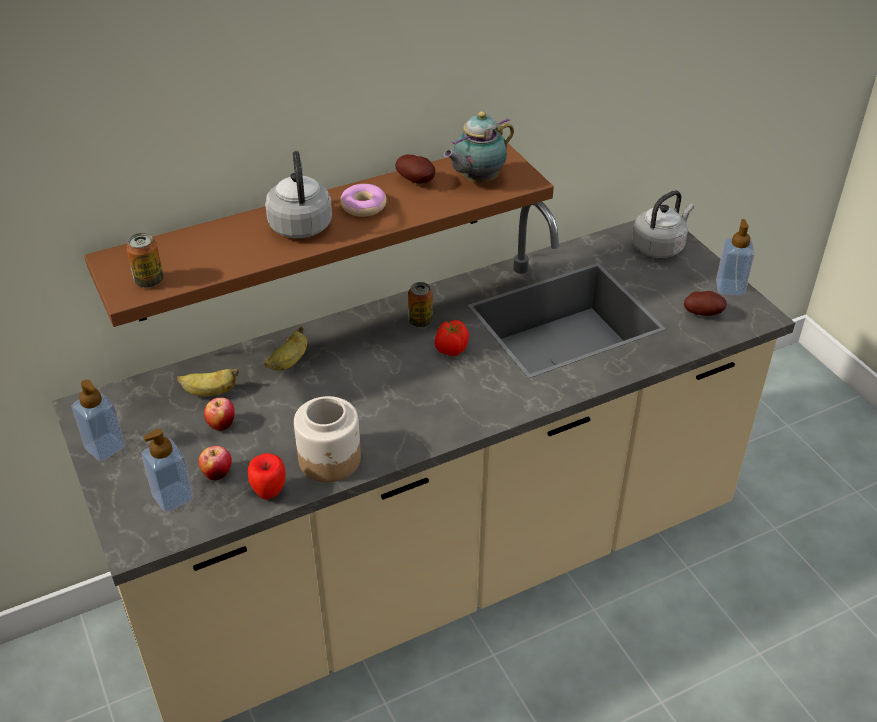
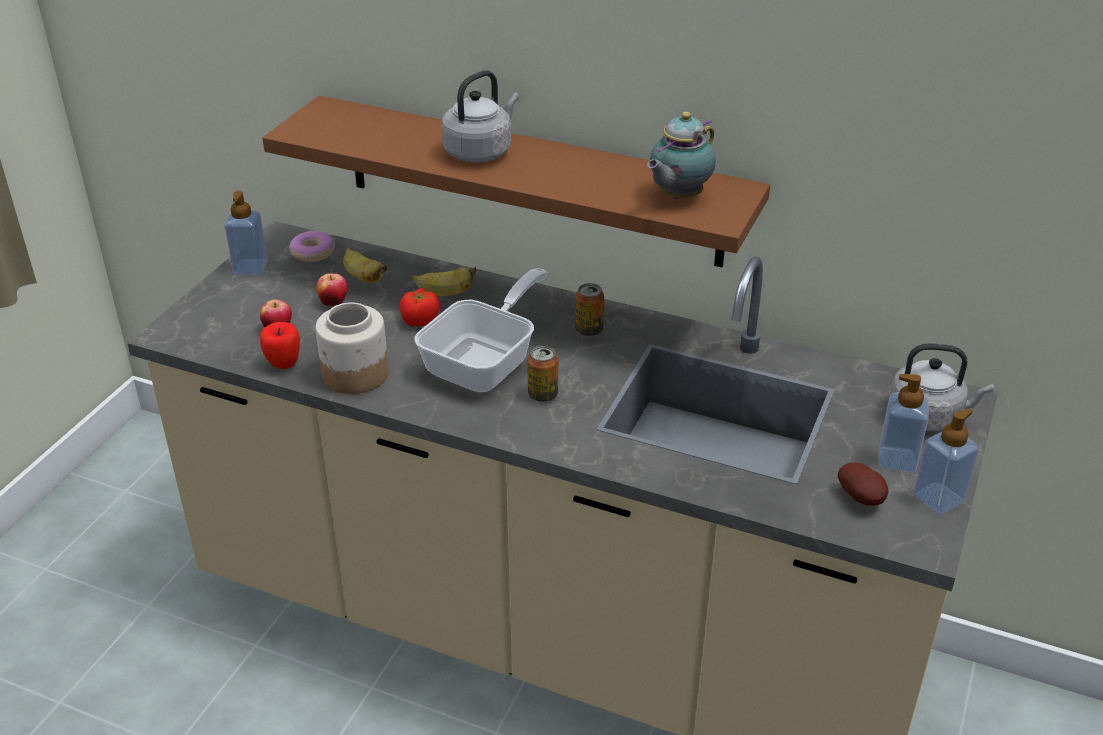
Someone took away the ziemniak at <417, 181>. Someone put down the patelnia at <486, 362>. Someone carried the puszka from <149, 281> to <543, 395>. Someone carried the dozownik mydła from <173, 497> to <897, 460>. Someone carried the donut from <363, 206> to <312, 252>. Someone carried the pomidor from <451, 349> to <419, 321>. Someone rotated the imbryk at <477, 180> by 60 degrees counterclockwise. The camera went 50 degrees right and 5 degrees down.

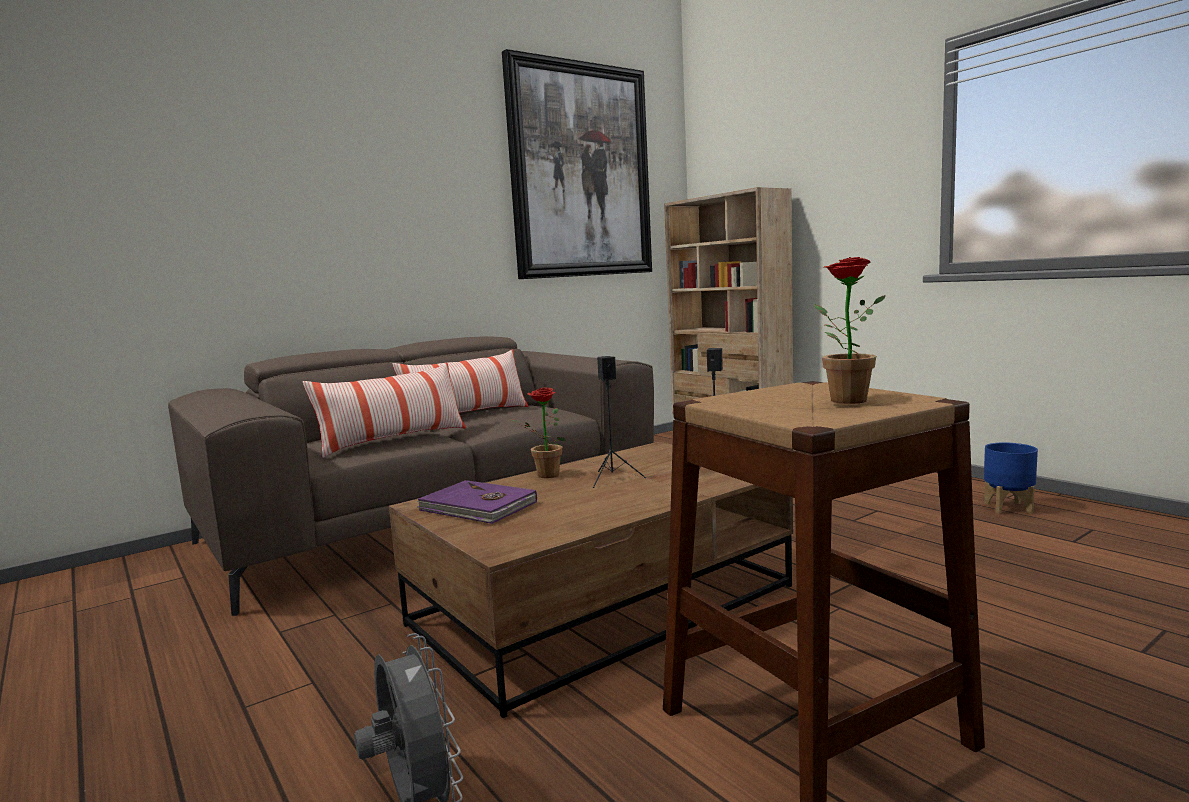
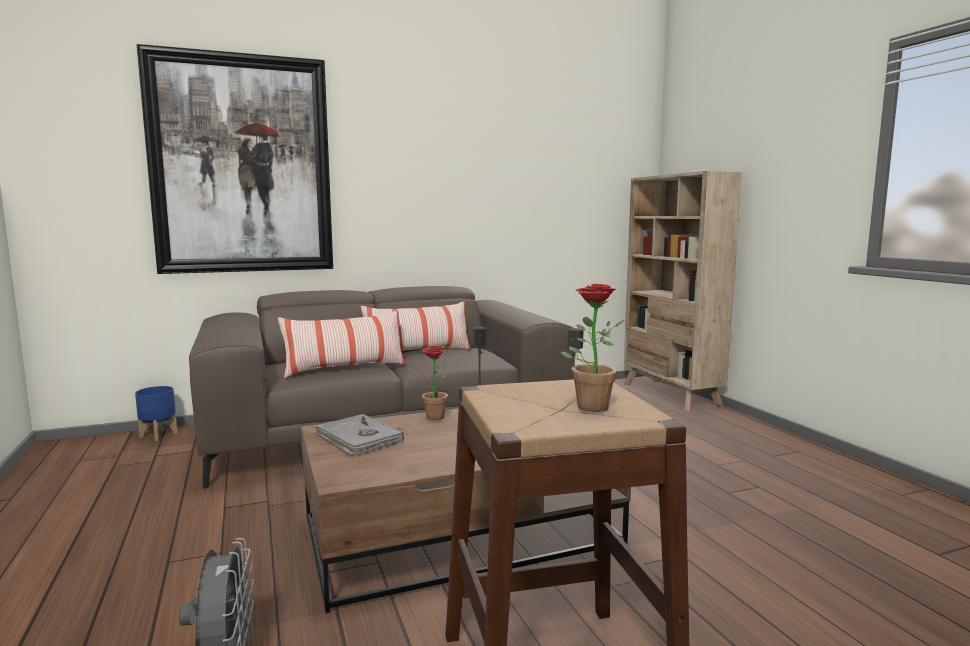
Someone carried the obraz from <581, 171> to <242, 165>. Someone carried the donica (niebieski) from <1007, 507> to <159, 435>. Someone repainted the książka (fioletowy) at <477, 507>, which became the książka (szary) at <358, 439>. The camera went 15 degrees right and 0 degrees up.

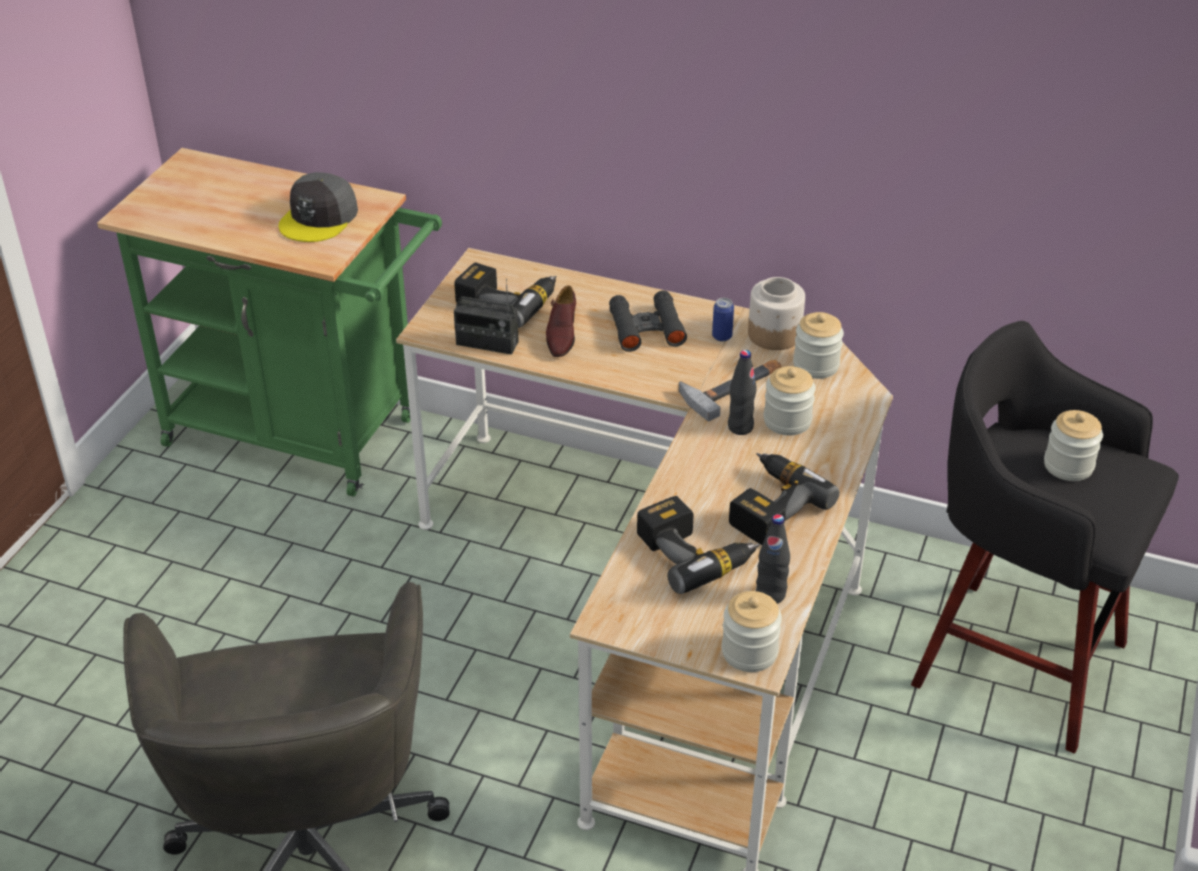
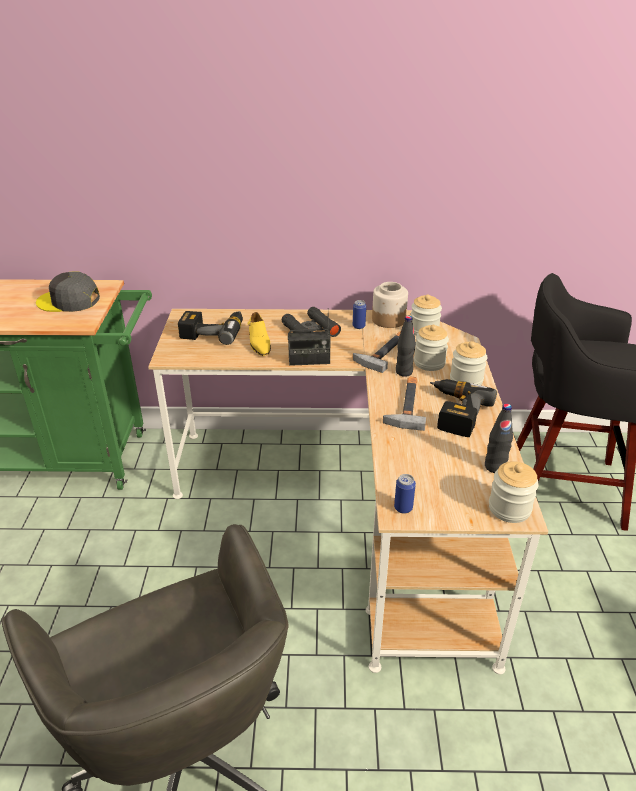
Someone took away the wiertarka at <695, 553>. Someone put down the młotek at <406, 404>. Someone put down the puszka at <403, 508>. Someone carried the radio from <487, 343> to <309, 360>. Someone carried the słoik from <1068, 466> to <466, 380>. Someone repainted the but (brązowy) at <561, 334>, which became the but (żółty) at <259, 343>. Someone rotated the czapka z daszkiem (szary) at <319, 218> by 90 degrees clockwise. The camera went 20 degrees left and 5 degrees down.

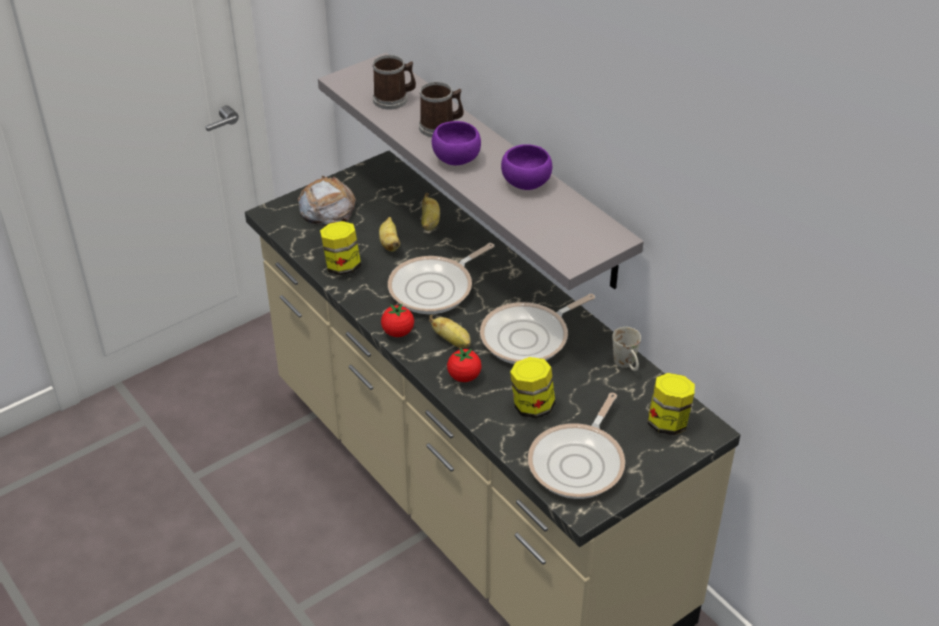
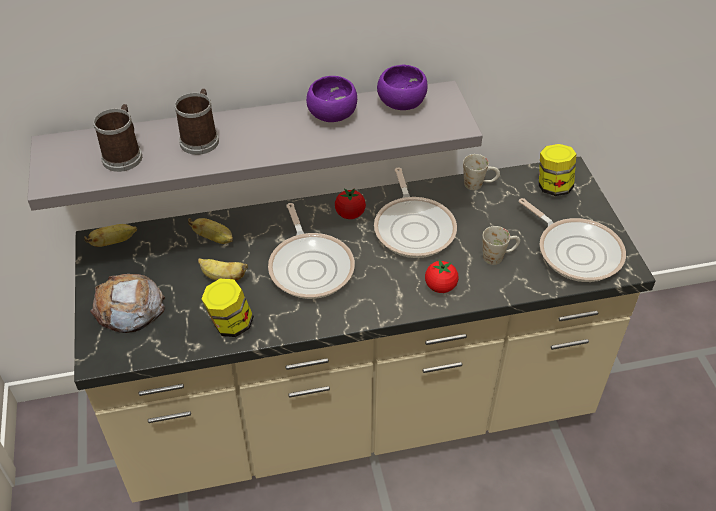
Someone carried the pomidor from <398, 332> to <350, 214>. Someone carried the banan from <452, 341> to <114, 242>. Someone carried the miska (fioletowy) from <455, 160> to <402, 104>. Someone swapped the słoik at <532, 406> for the kubek (biały) at <498, 256>. The camera went 65 degrees left and 5 degrees up.

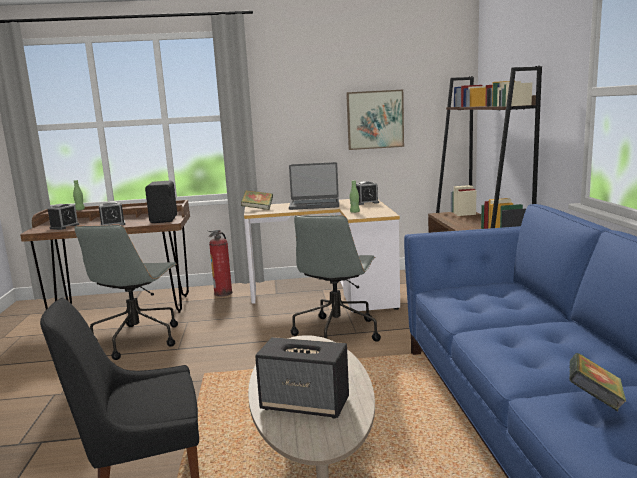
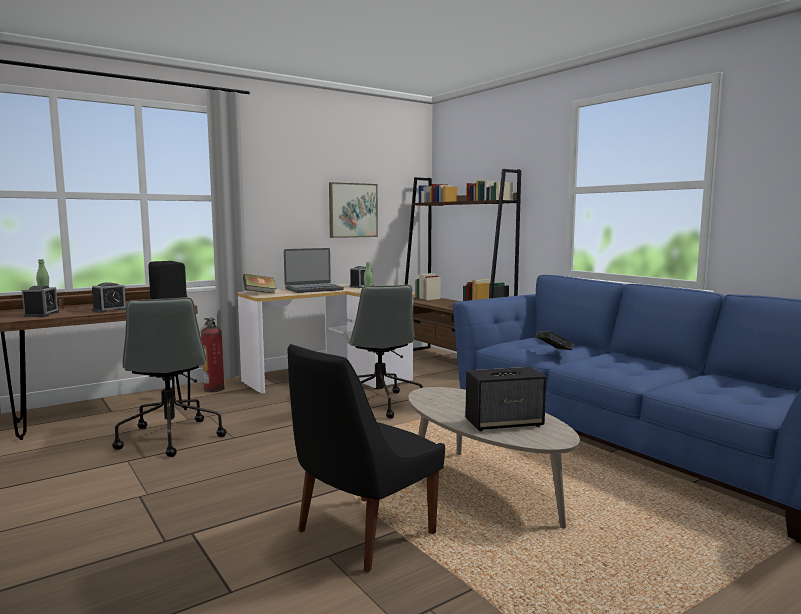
Someone carried the książka from <594, 401> to <554, 352>. The camera went 30 degrees left and 5 degrees down.

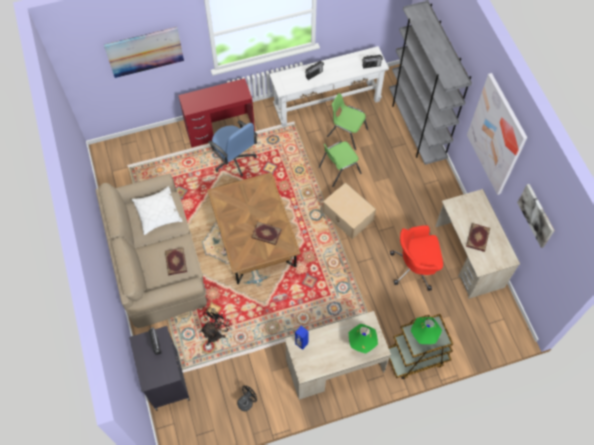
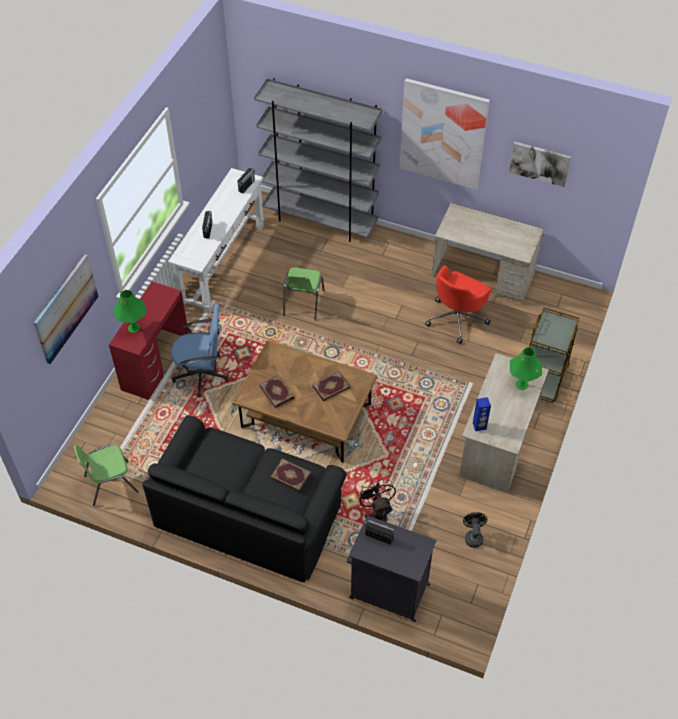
Someone took away the poduszka (biały) at <157, 213>. Someone took away the pojemnik do przechowywania (beżowy) at <348, 216>. Someone carried the krzesło (zielony) from <346, 133> to <110, 483>. Someone carried the lampa stołowa (zielony) from <422, 338> to <134, 328>. Someone carried the książka from <478, 238> to <277, 392>. Someone repainted the kanapa (beżowy) at <158, 260>, which became the kanapa (czarny) at <248, 513>. The camera went 50 degrees left and 10 degrees down.

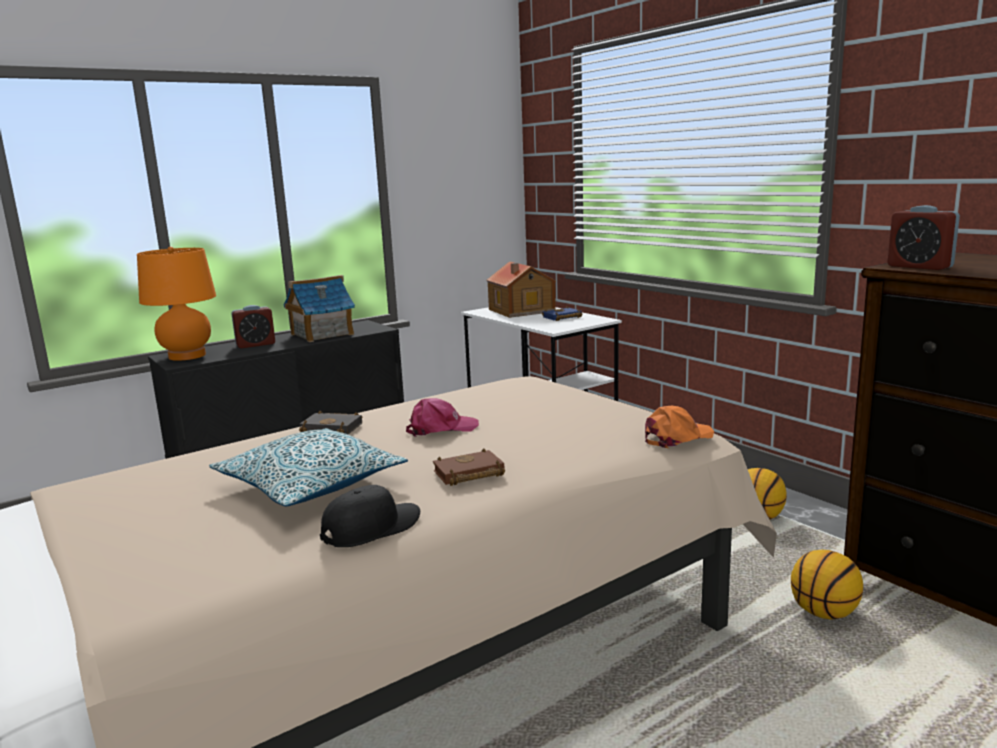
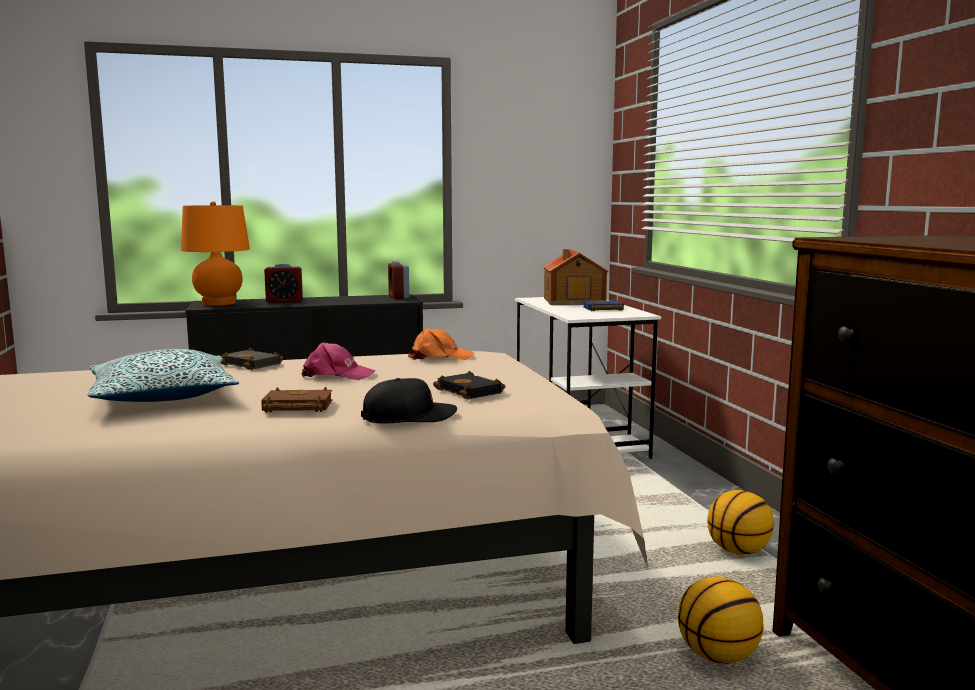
Someone took away the domek at <321, 334>. Someone put down the książka (czarny) at <472, 391>. Someone carried the czapka z daszkiem (czarny) from <371, 528> to <409, 417>. Someone carried the czapka z daszkiem (pomarańczowy) from <677, 437> to <440, 357>. Someone carried the budzik from <919, 267> to <398, 297>. The camera went 20 degrees right and 5 degrees down.

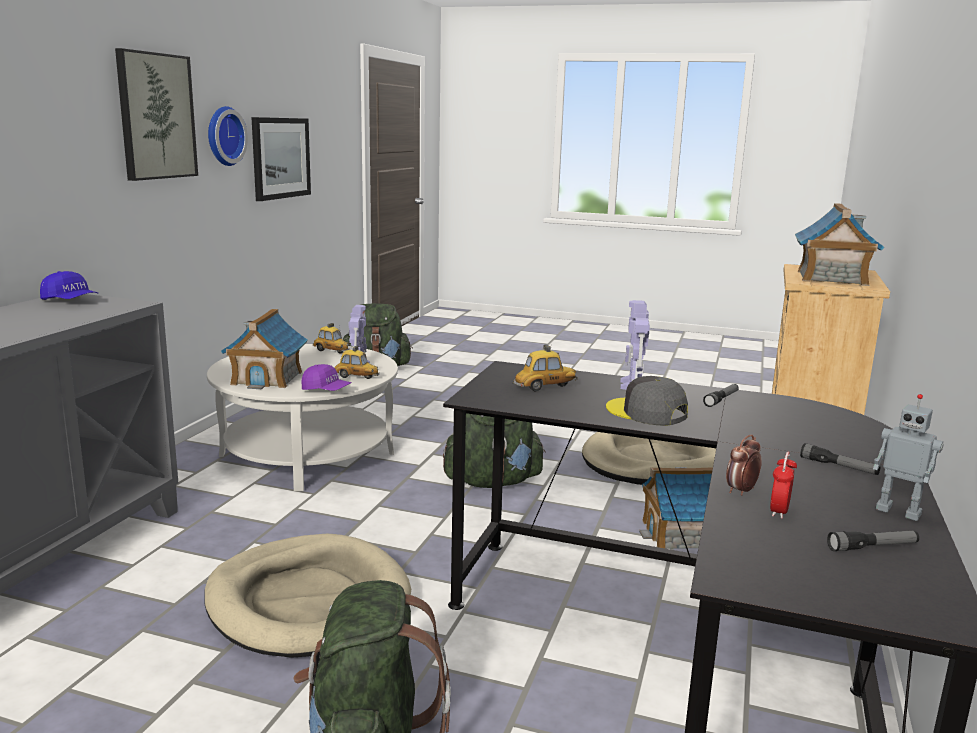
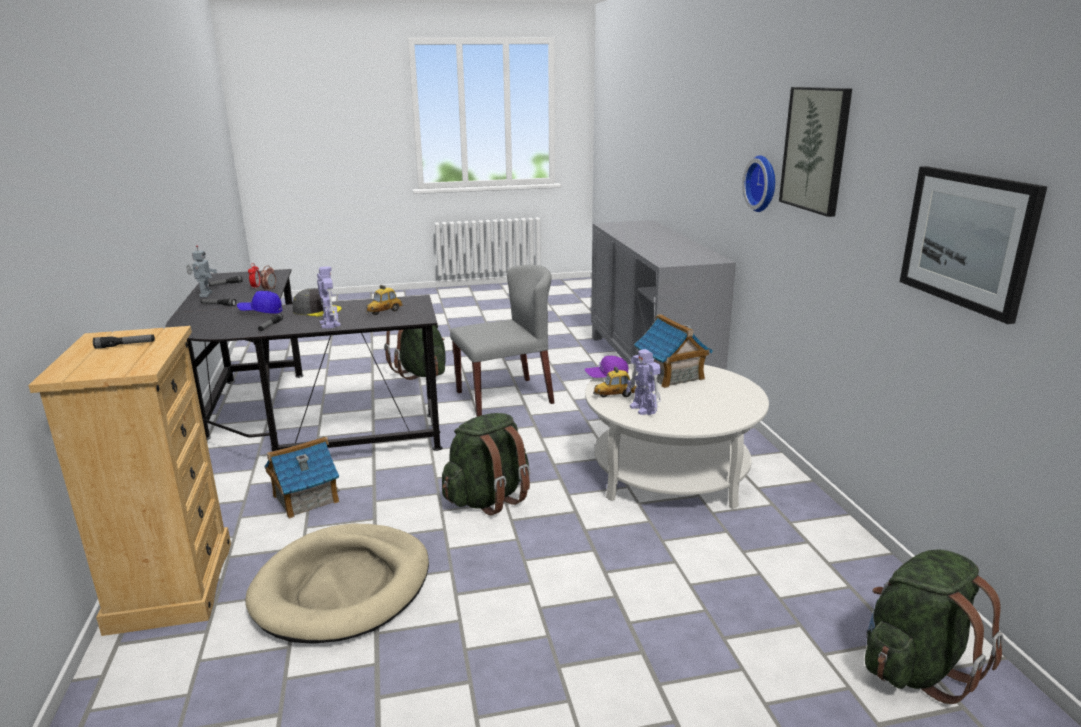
Someone took away the samochodzik at <331, 351>. Someone carried the czapka z daszkiem (niebieski) from <70, 301> to <261, 312>. Someone carried the zegar ścienny from <223, 136> to <763, 183>. Someone swapped the legowisko (beżowy) at <308, 601> for the krzesło (szary) at <505, 397>. Someone swapped the domek at <831, 278> for the latarka at <125, 345>. Someone rotated the robot zabawkowy at <899, 511> by 75 degrees clockwise. The camera went 150 degrees right and 5 degrees up.

